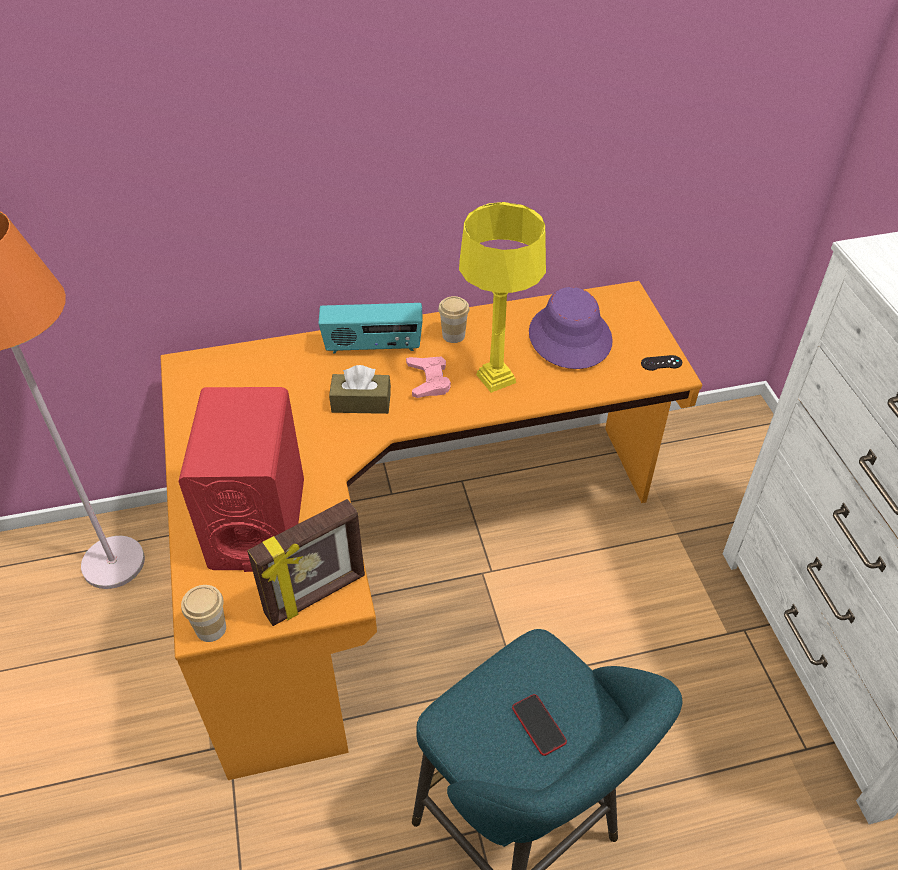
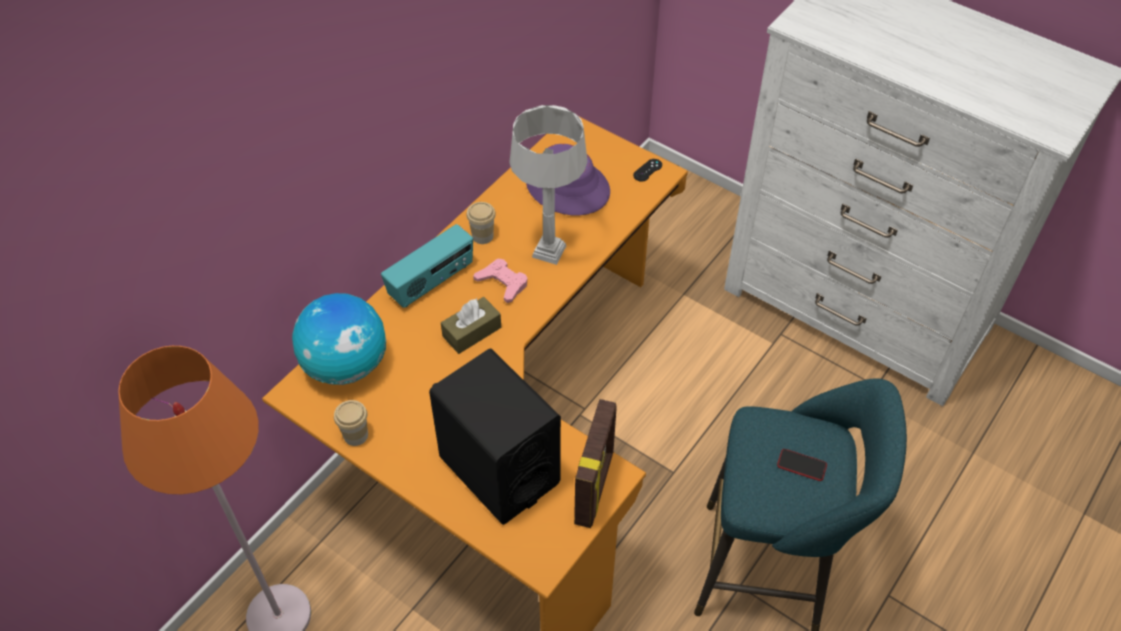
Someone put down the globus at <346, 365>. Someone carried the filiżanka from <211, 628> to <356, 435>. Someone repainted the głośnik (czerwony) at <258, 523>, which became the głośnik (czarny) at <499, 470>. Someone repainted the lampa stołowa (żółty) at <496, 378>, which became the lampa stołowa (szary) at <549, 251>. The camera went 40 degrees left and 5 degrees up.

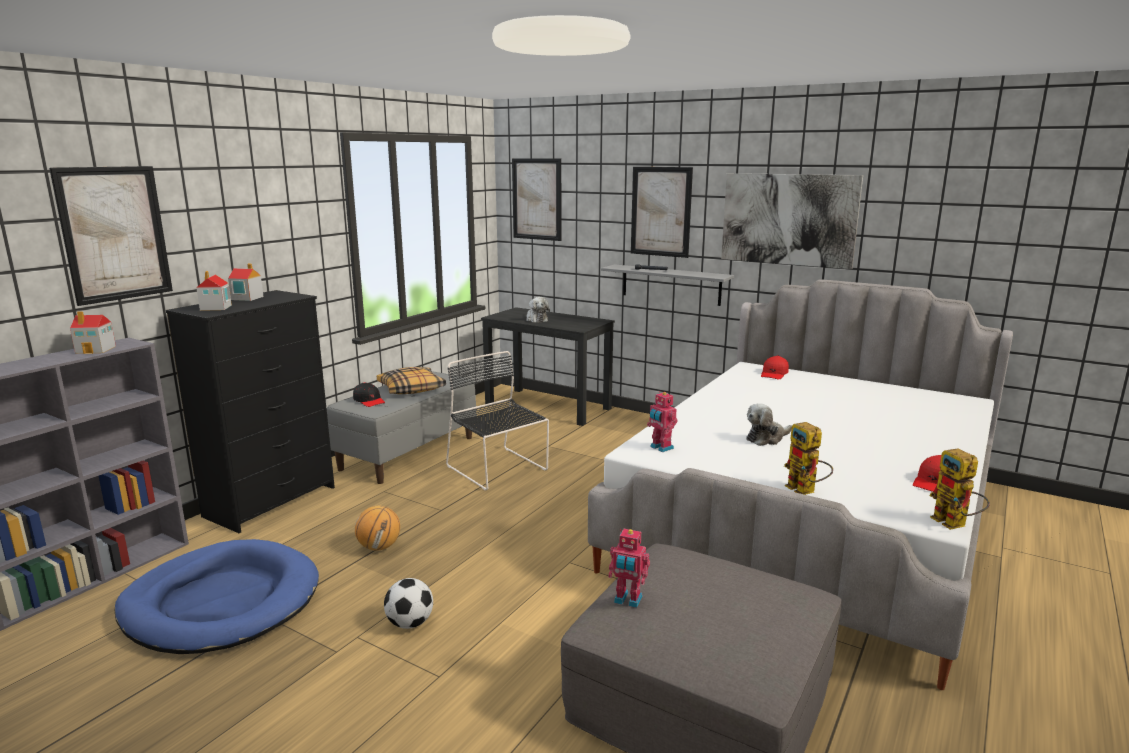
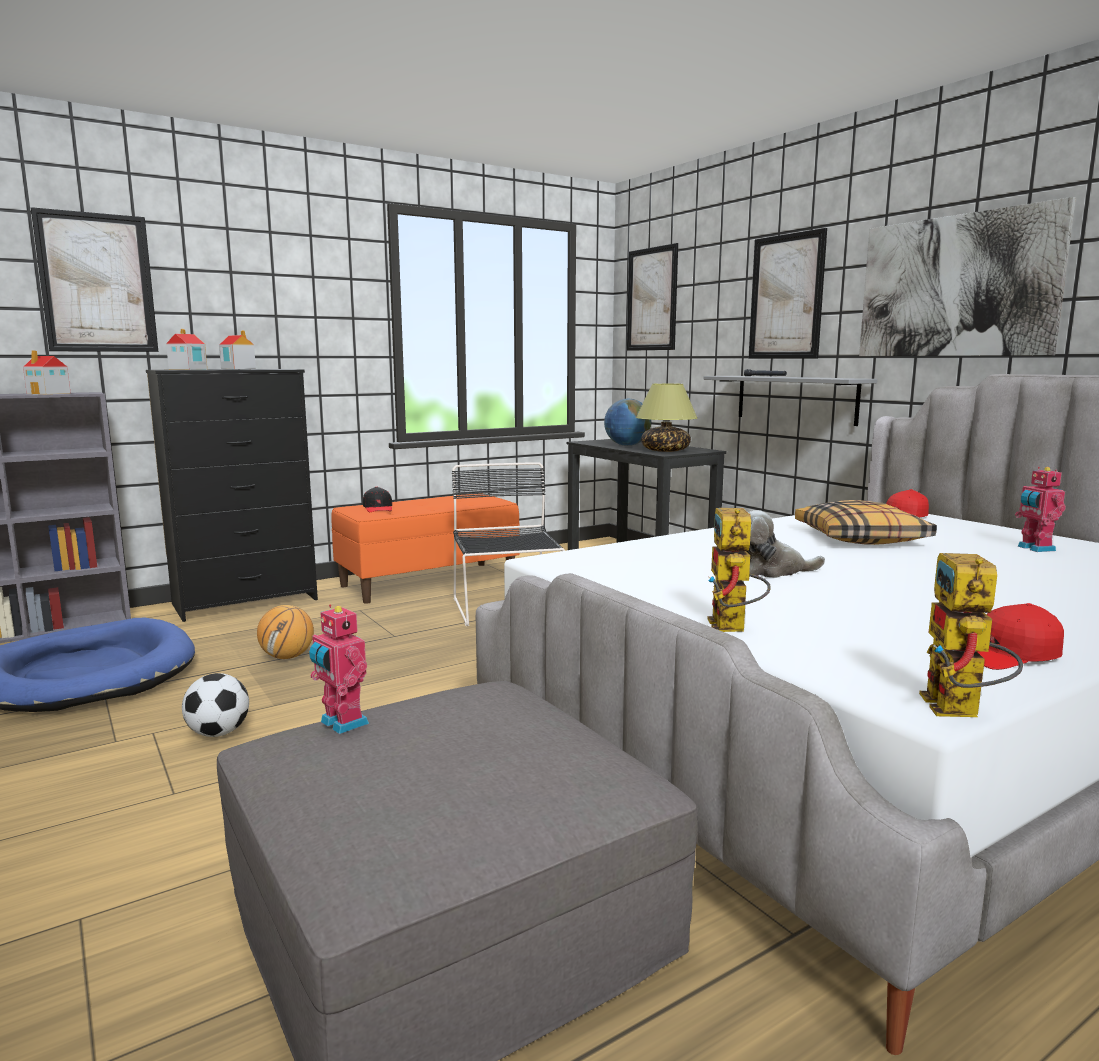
Someone put down the lampa stołowa at <665, 451>. Someone carried the poduszka from <411, 389> to <861, 538>. Someone carried the robot zabawkowy from <660, 448> to <1034, 548>. Someone swapped the pluszak at <536, 319> for the globus at <627, 445>. Someone repainted the ławka (szary) at <408, 452>, which became the ławka (pomarańczowy) at <429, 581>. The camera went 25 degrees right and 5 degrees down.

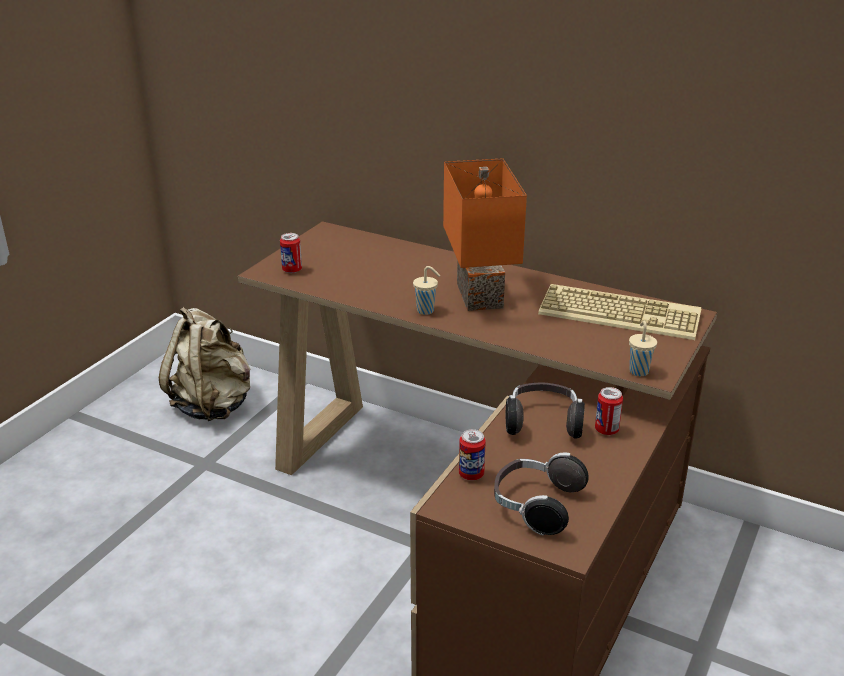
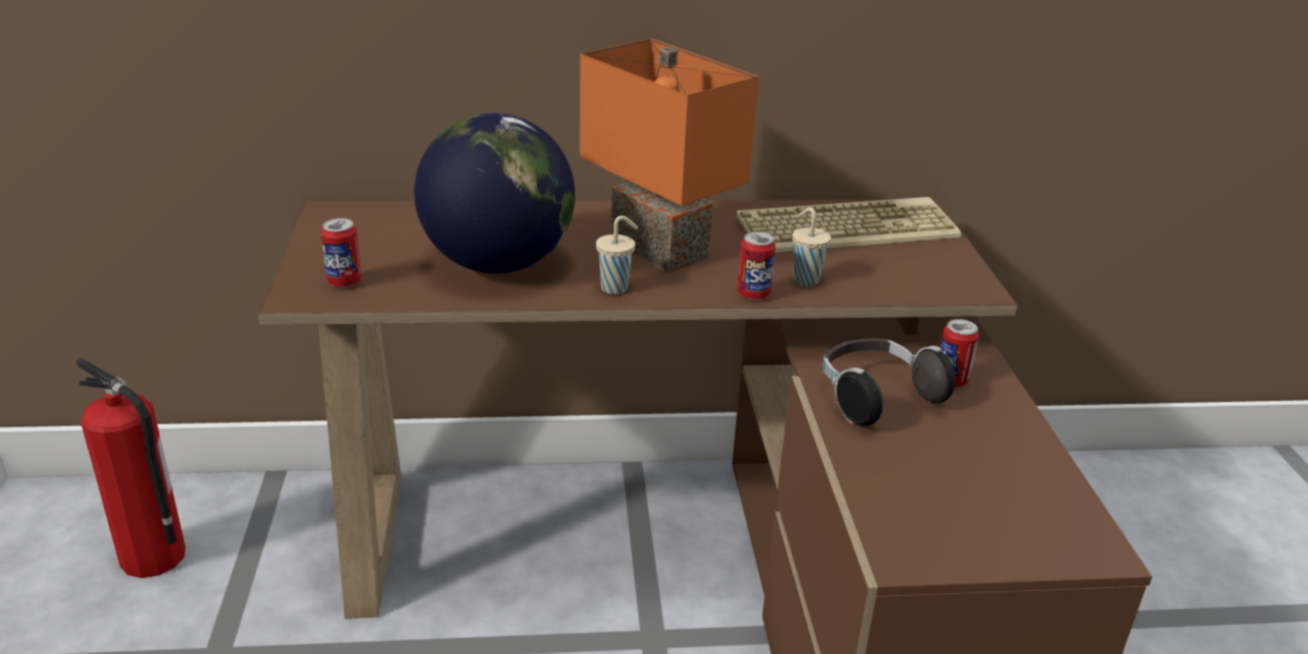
Someone took away the słuchawki at <535, 506>. Someone put down the globus at <497, 265>. Someone carried the puszka from <471, 474> to <753, 295>. Someone carried the filiżanka (beżowy) from <638, 371> to <805, 279>. Someone swapped the plecak (beżowy) at <213, 405> for the gaśnica at <154, 557>. The camera went 35 degrees left and 0 degrees up.

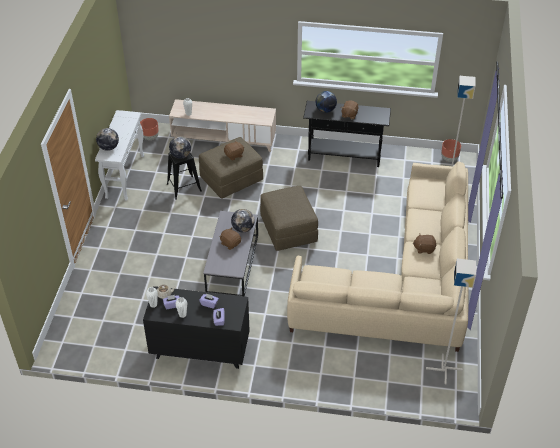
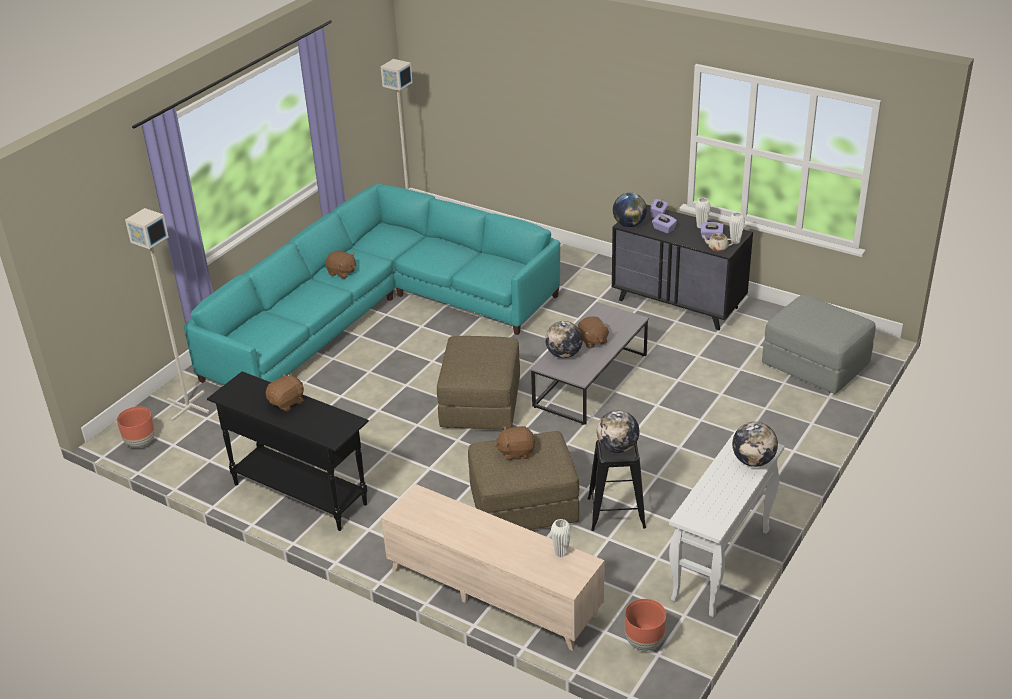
Someone put down the pufa (szary) at <815, 365>. Someone carried the globus from <325, 110> to <629, 224>. Someone repainted the kanapa (beżowy) at <403, 281>, which became the kanapa (turkusowy) at <377, 311>. The camera went 155 degrees left and 10 degrees down.

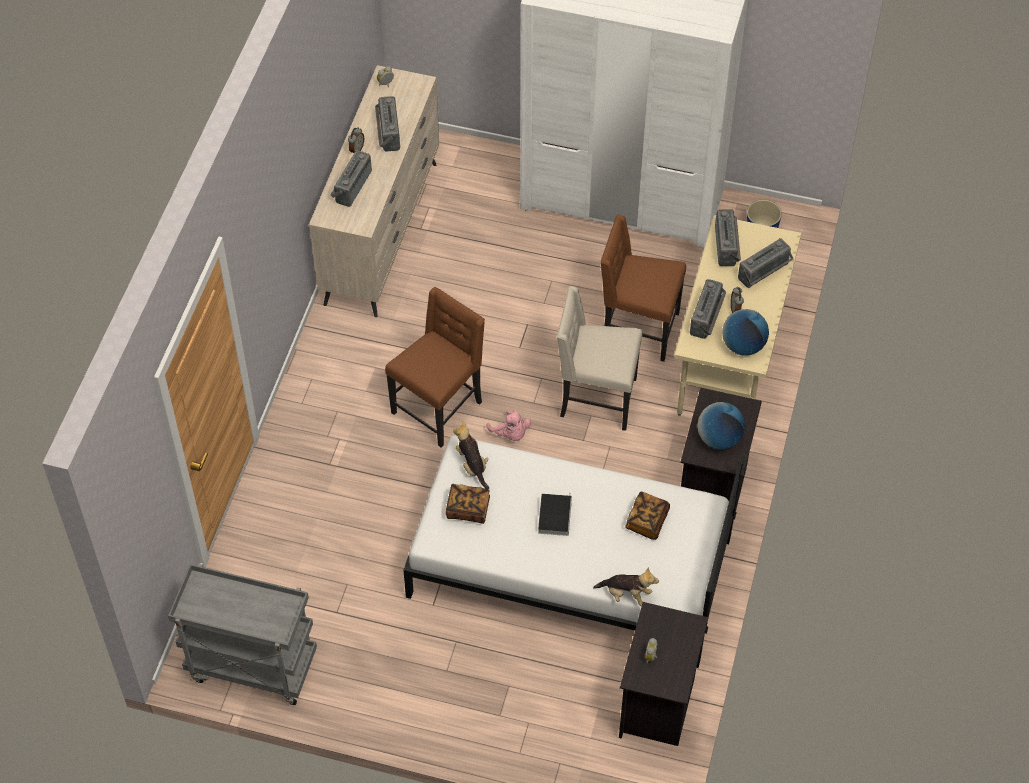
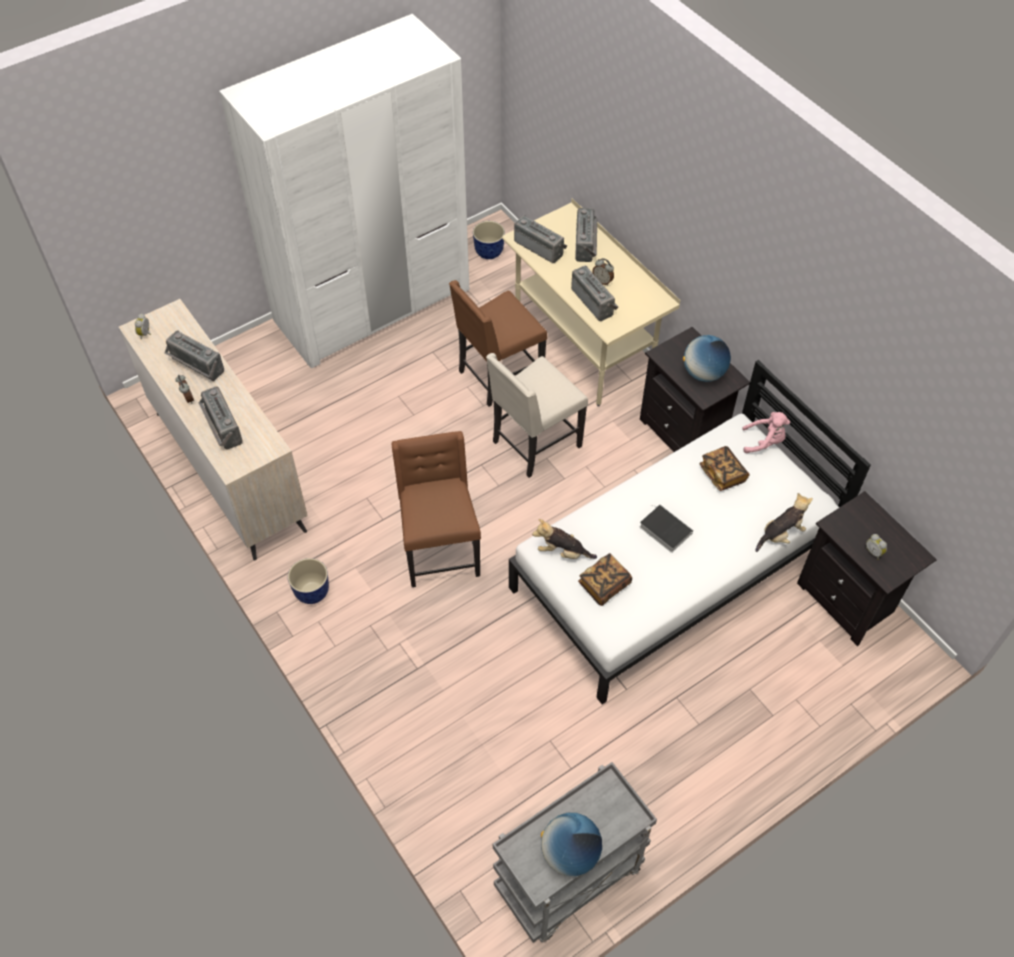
Someone put down the donica at <312, 592>. Someone carried the pluszak (różowy) from <510, 434> to <764, 442>. Someone carried the globus from <743, 346> to <570, 853>. The camera went 50 degrees left and 0 degrees up.

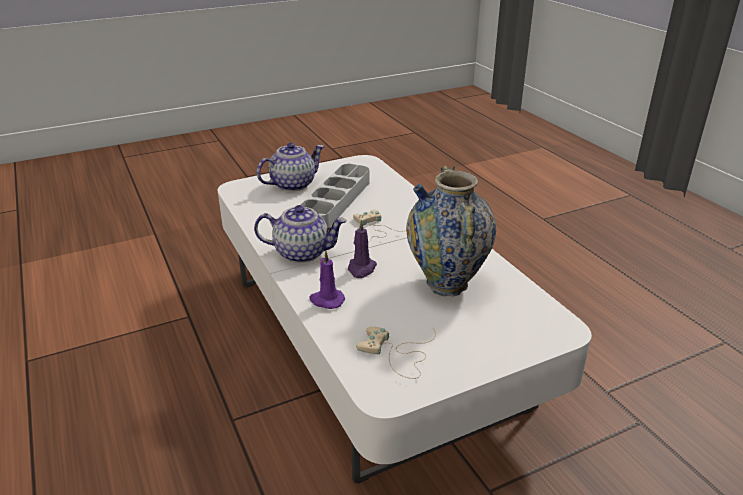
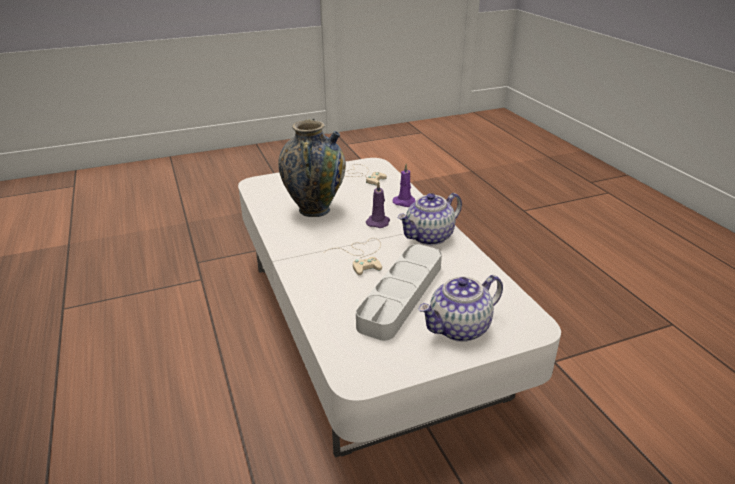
Someone rotated the imbryk at <302, 253> by 45 degrees counterclockwise. The camera went 175 degrees left and 0 degrees up.

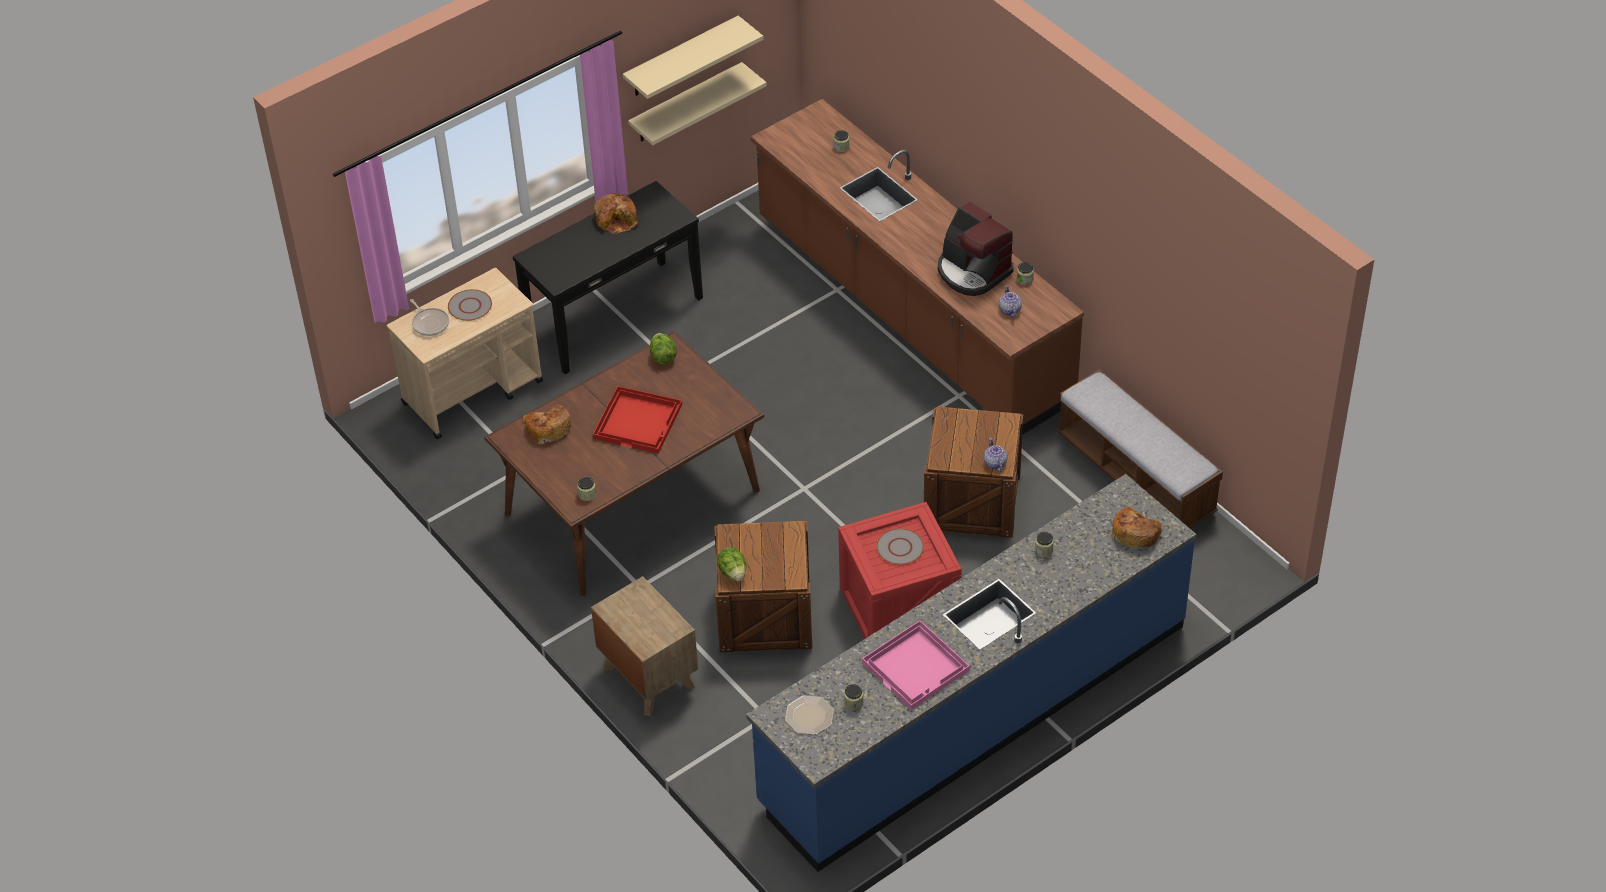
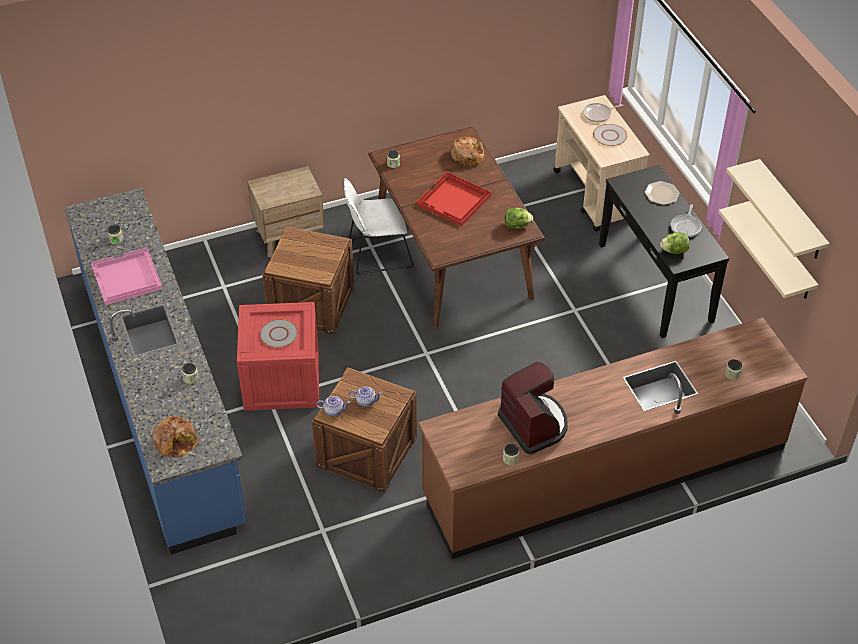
Someone took away the ławka at <1136, 476>. Someone put down the krzesło (biały) at <377, 253>. Someone carried the sałata from <733, 573> to <674, 251>. Someone carried the talerz from <809, 715> to <662, 193>. Someone carried the imbryk from <1009, 310> to <365, 401>. Someone swapped the chleb at <617, 219> for the patelnia at <686, 226>. Someone rotated the ekspres do kawy at <972, 271> by 90 degrees clockwise. The camera went 105 degrees right and 0 degrees up.

